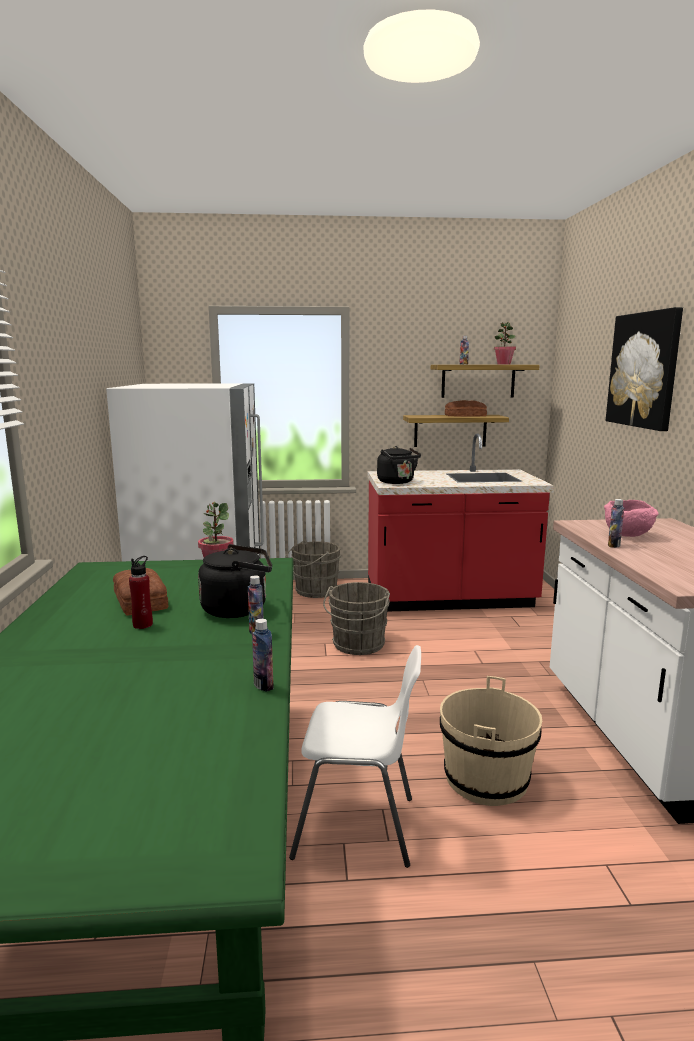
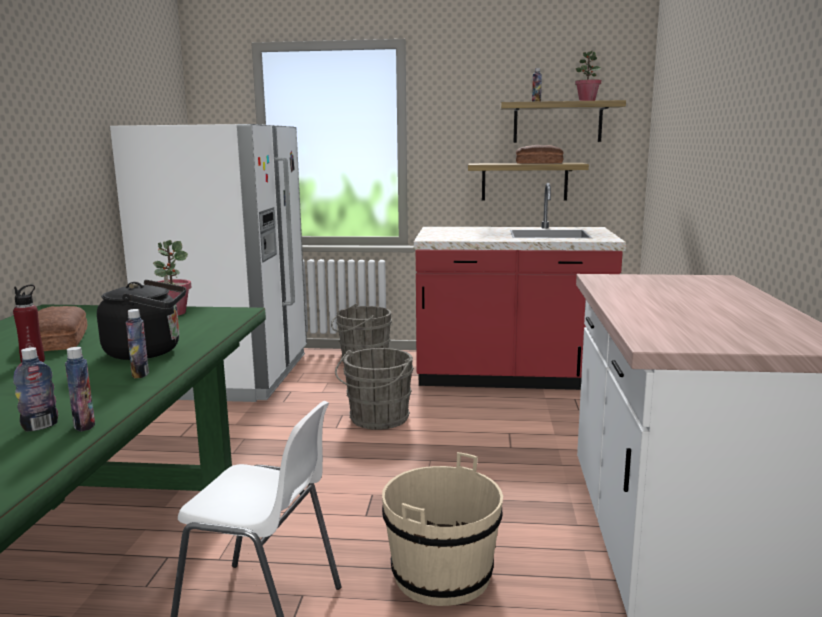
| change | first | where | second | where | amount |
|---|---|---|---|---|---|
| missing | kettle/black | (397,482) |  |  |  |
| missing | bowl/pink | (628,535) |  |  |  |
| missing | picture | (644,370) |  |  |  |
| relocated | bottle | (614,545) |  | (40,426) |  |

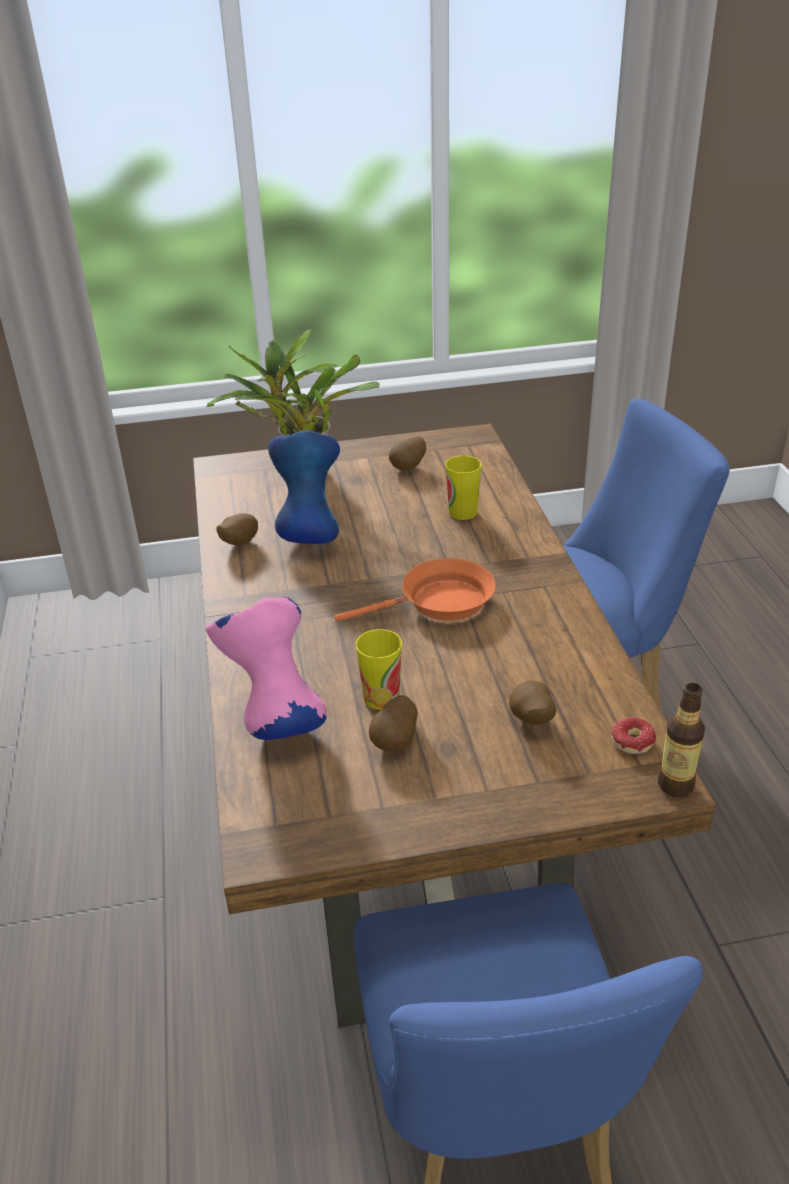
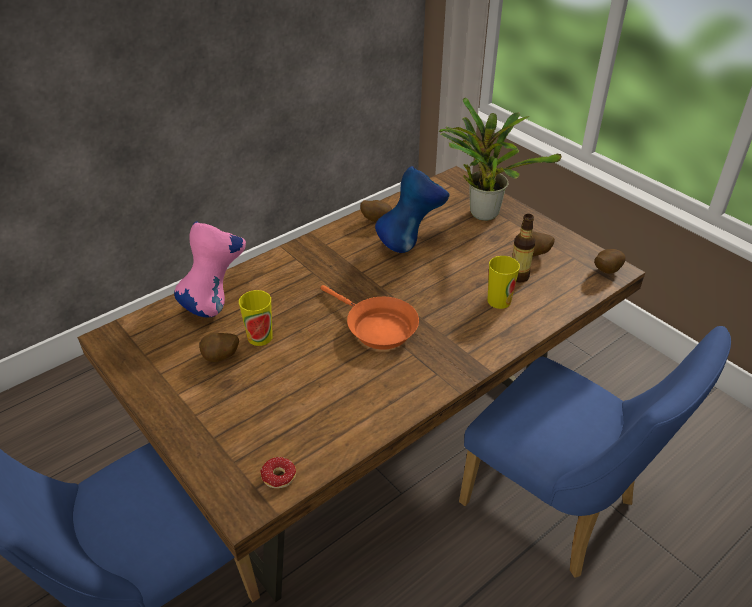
| change | first | where | second | where | amount |
|---|---|---|---|---|---|
| relocated | potato | (530,721) |  | (605,271) |  |
| relocated | bottle | (675,785) |  | (519,276) |  |

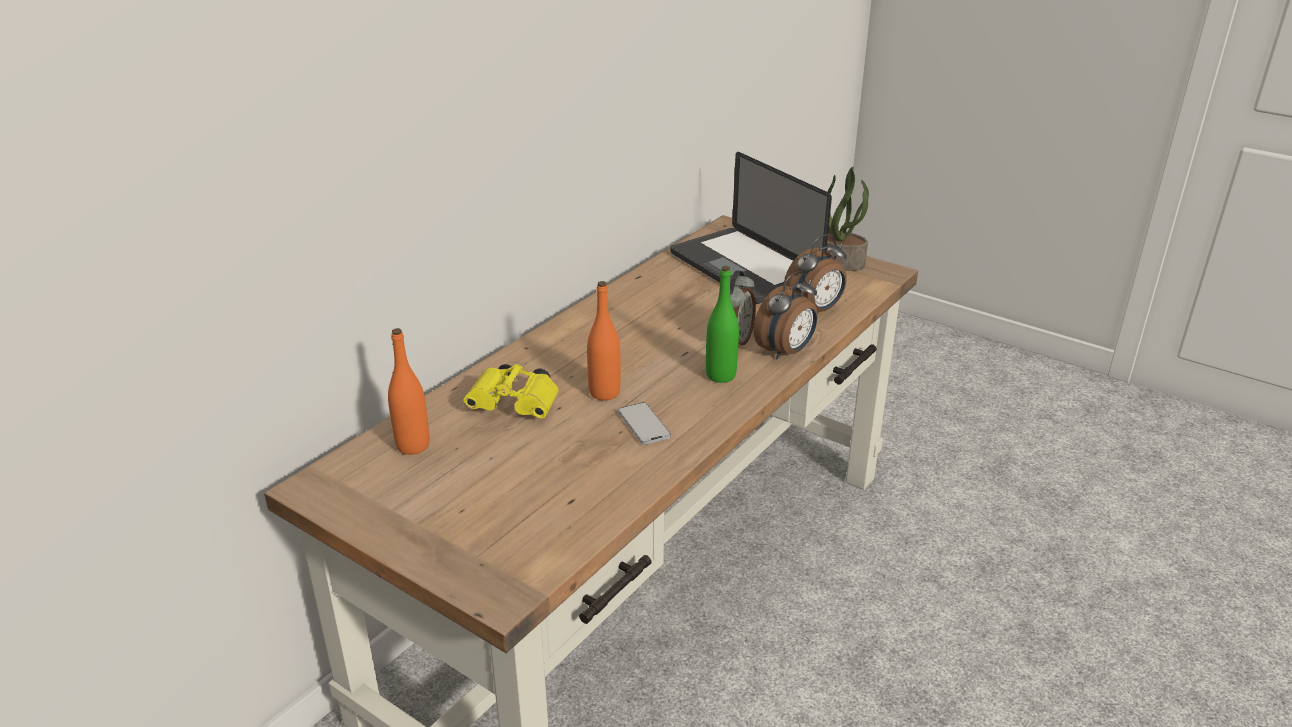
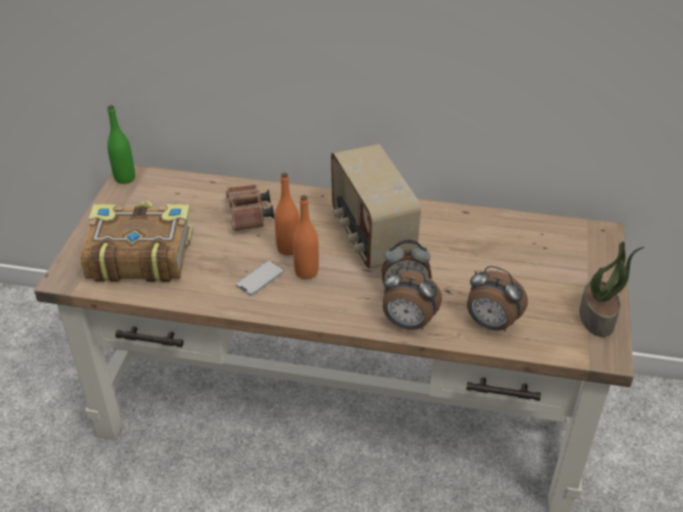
| change | first | where | second | where | amount |
|---|---|---|---|---|---|
| relocated | bottle/orange | (413,446) |  | (306,272) |  |
| colour | binoculars/yellow | (517,406) | binoculars/brown | (249,217) |  |
| missing | laptop | (744,267) |  |  |  |
| relocated | bottle/green | (720,375) |  | (125,178) |  |
| appeared |  |  | book | (138,255) |  |
| appeared |  |  | radio | (371,236) |  |

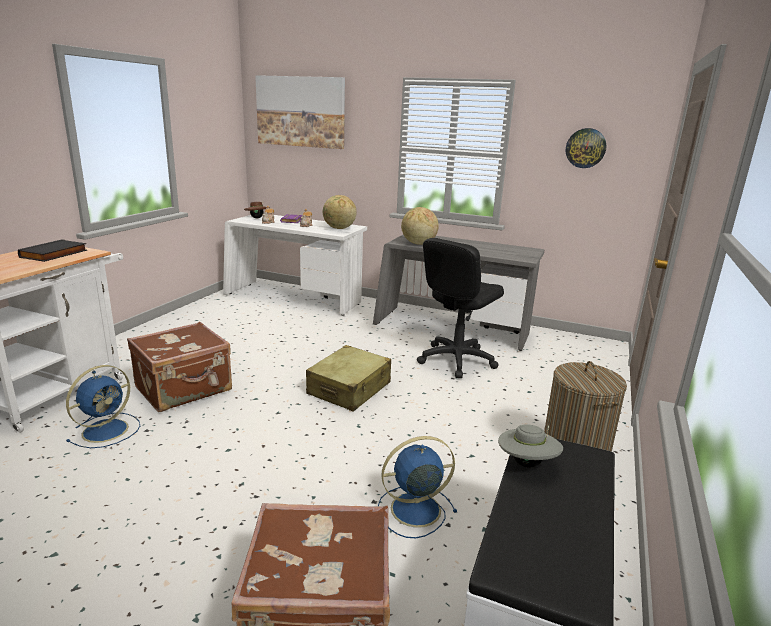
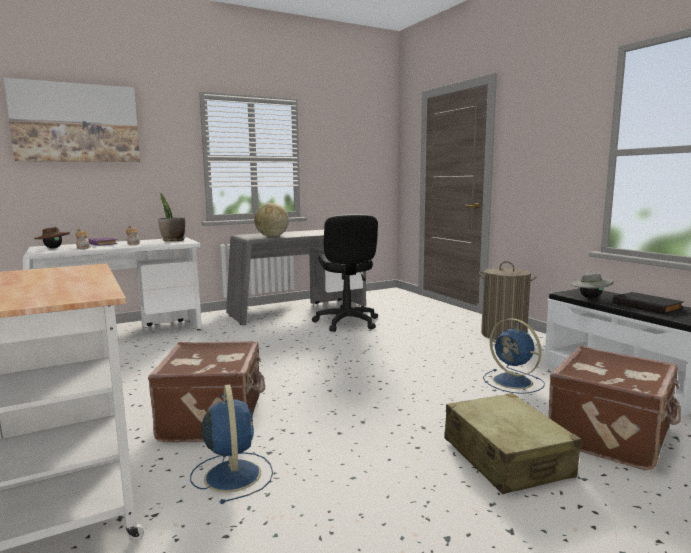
| change | first | where | second | where | amount |
|---|---|---|---|---|---|
| relocated | book/black | (54,254) |  | (648,306) |  |
| relocated | suitcase/beige | (349,389) |  | (506,458) |  |
| exchanged | globe | (339,228) | potted plant | (173,240) |  |
| spun | fan/blue | (413,510) |  | (514,382) | 60 degrees counterclockwise |
| missing | wall clock | (585,148) |  |  |  |

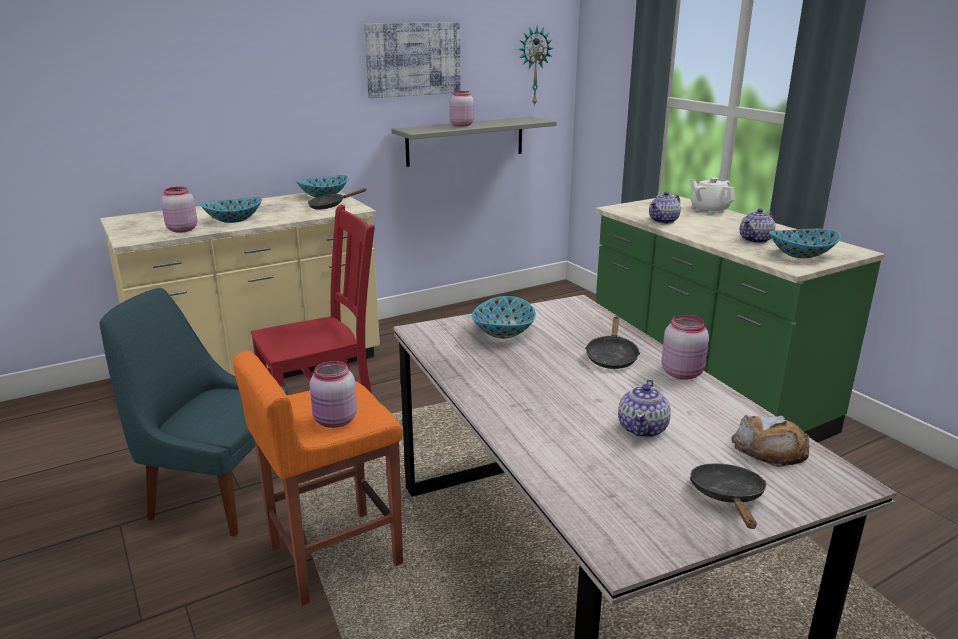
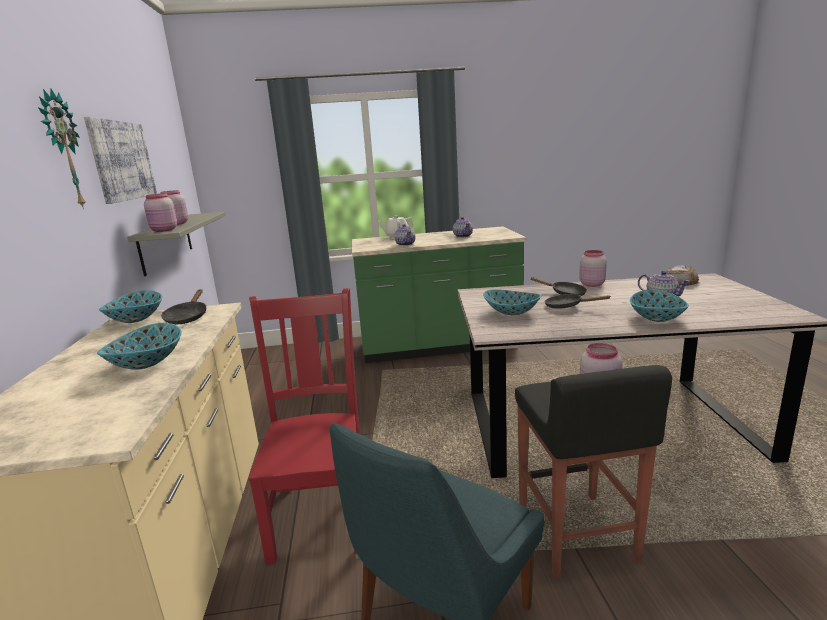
| change | first | where | second | where | amount |
|---|---|---|---|---|---|
| relocated | jar/pink | (181,230) |  | (164,230) |  |
| colour | stool/orange | (333,556) | stool/black | (576,534) |  |
| relocated | wall clock | (533,66) |  | (62,151) |  |
| relocated | frying pan/black | (728,497) |  | (567,306) |  |
| relocated | bowl | (800,255) |  | (656,318) |  |

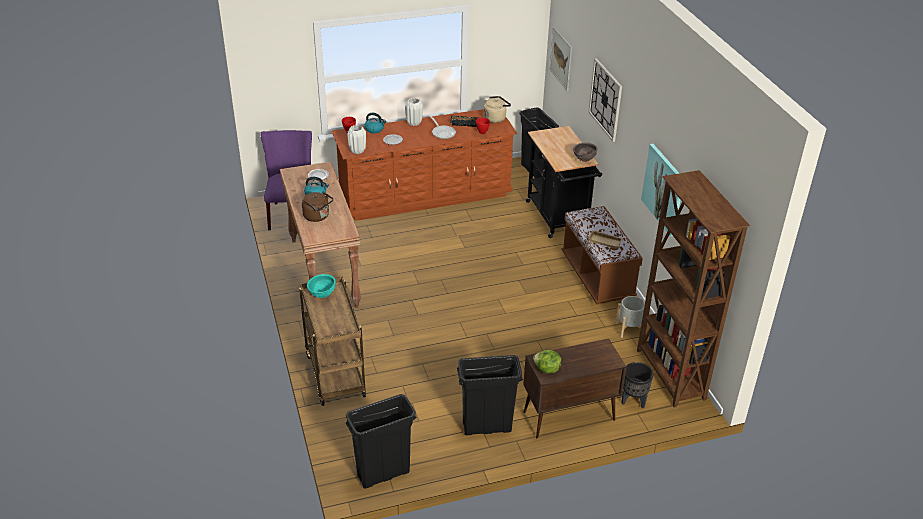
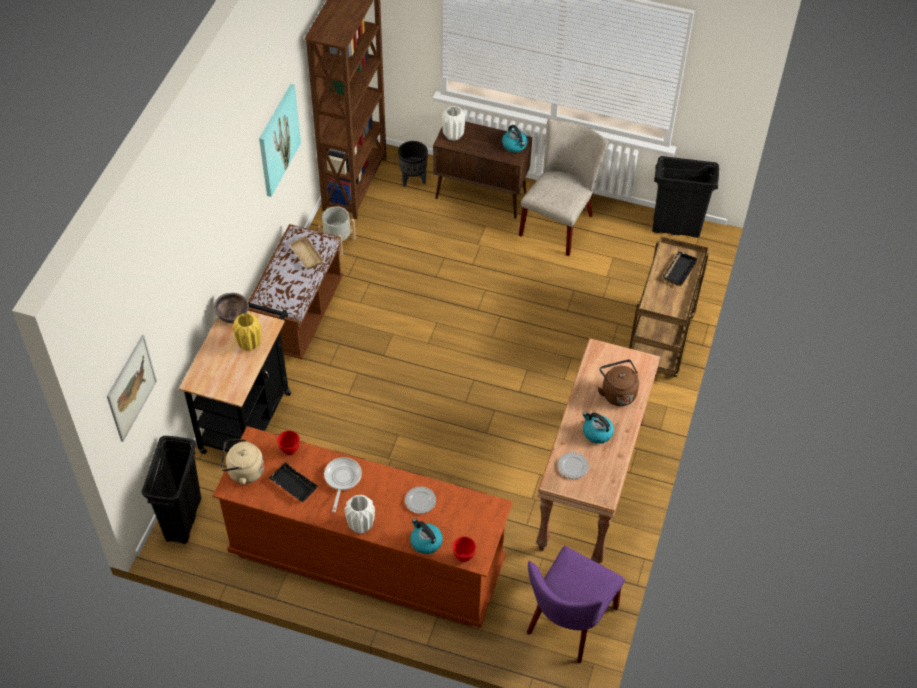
| change | first | where | second | where | amount |
|---|---|---|---|---|---|
| missing | bowl/turquoise | (322,295) |  |  |  |
| relocated | vase/white | (357,151) |  | (453,136) |  |
| exchanged | trash can/black | (486,427) | chair/beige | (559,222) |  |
| exchanged | lettuce | (546,369) | kettle | (515,145) |  |
| missing | wall clock | (605,99) |  |  |  |
| appeared |  |  | vase/yellow | (249,344) |  |
| appeared |  |  | tray/black | (678,270) |  |

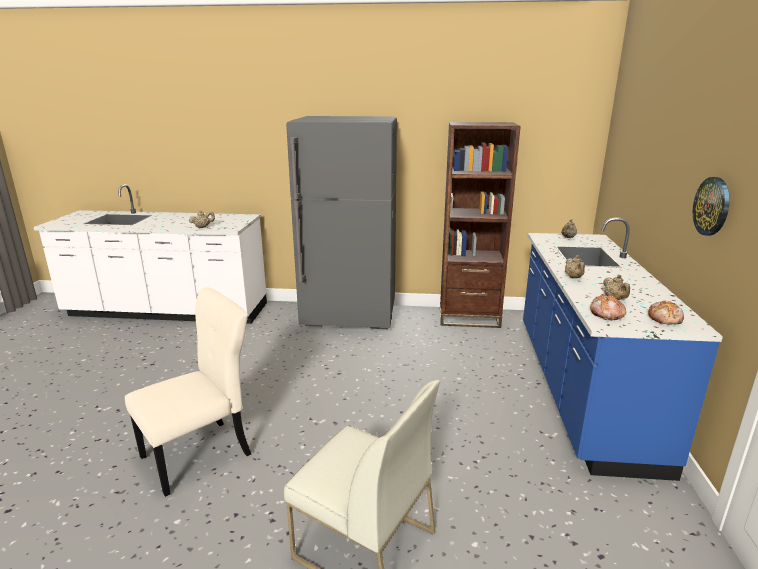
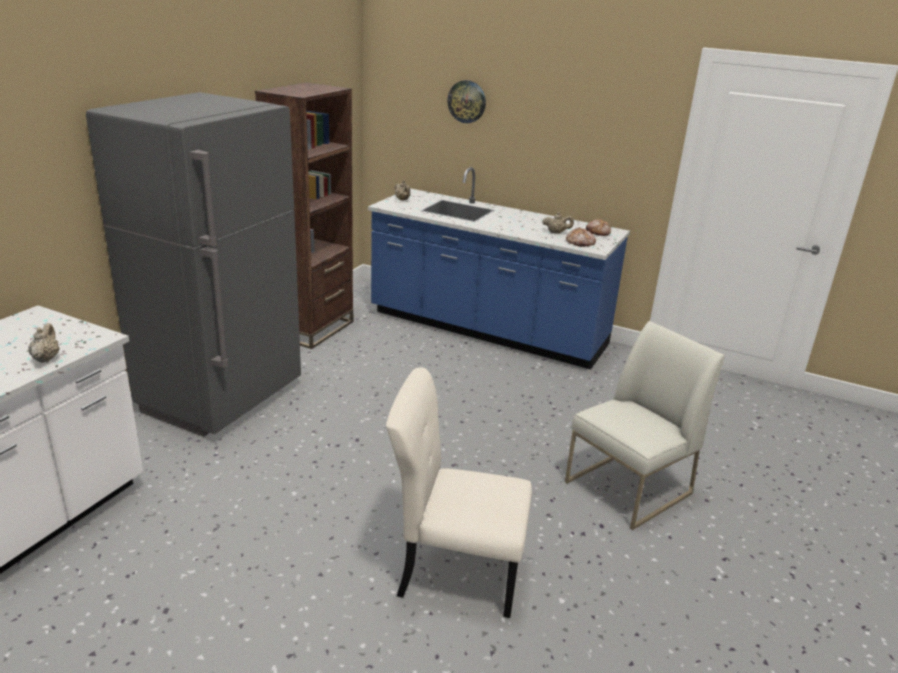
| change | first | where | second | where | amount |
|---|---|---|---|---|---|
| spun | chair/beige | (201,454) |  | (454,572) | 60 degrees counterclockwise |
| missing | teapot/beige | (574,277) |  |  |  |
| relocated | wall clock | (712,206) |  | (467,101) |  |

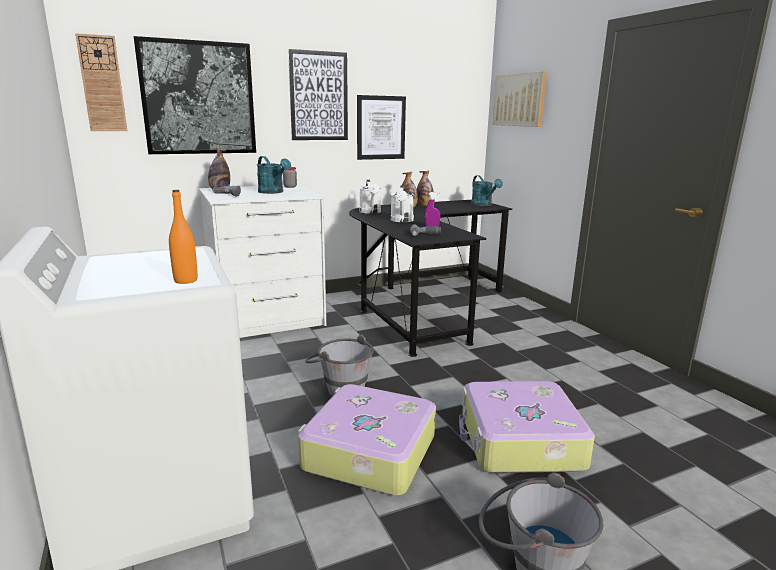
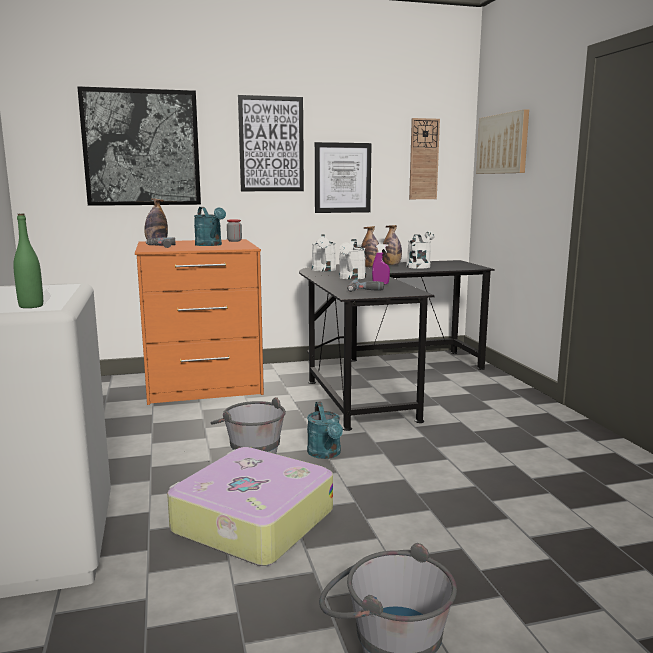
| change | first | where | second | where | amount |
|---|---|---|---|---|---|
| relocated | wall clock | (102,84) |  | (423,159) |  |
| colour | bottle/orange | (186,280) | bottle/green | (31,306) |  |
| colour | dresser/white | (267,318) | dresser/orange | (203,384) |  |
| missing | suitcase | (519,441) |  |  |  |
| relocated | watering can/turquoise | (484,205) |  | (326,454) |  |
| appeared |  |  | watering can/white | (419,266) |  |

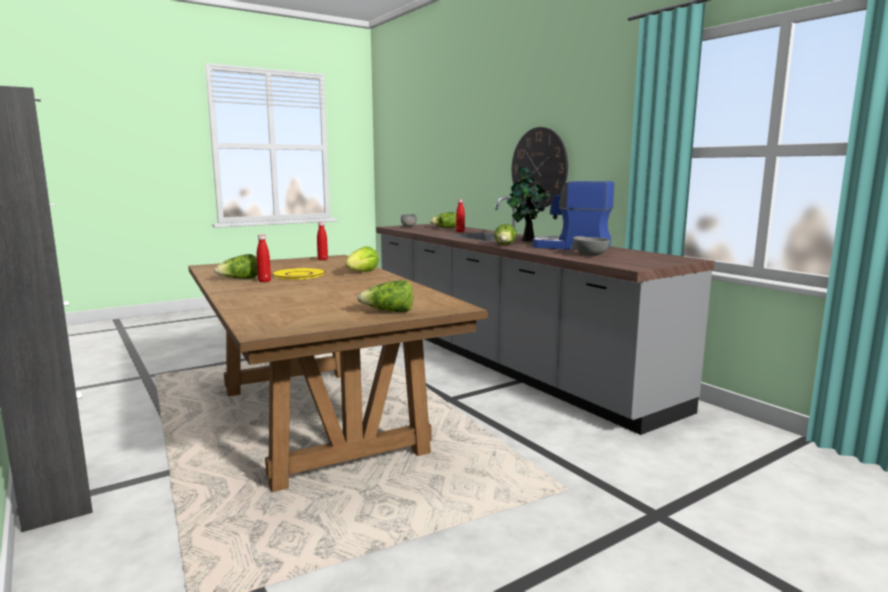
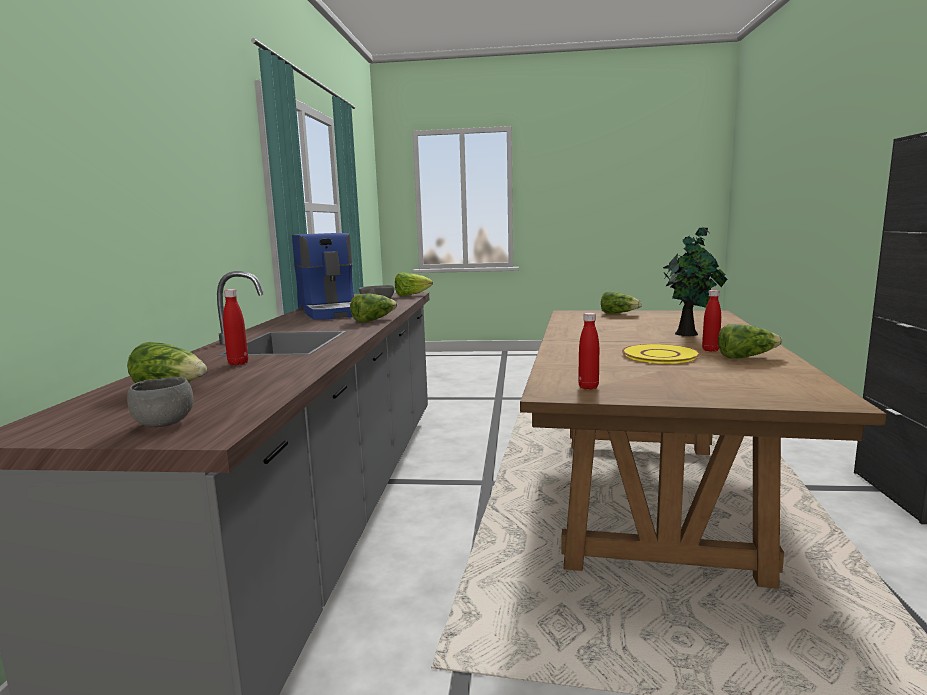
| change | first | where | second | where | amount |
|---|---|---|---|---|---|
| relocated | lettuce | (361,273) |  | (411,295) |  |
| relocated | potted plant | (527,240) |  | (688,334) |  |
| missing | wall clock | (539,168) |  |  |  |

